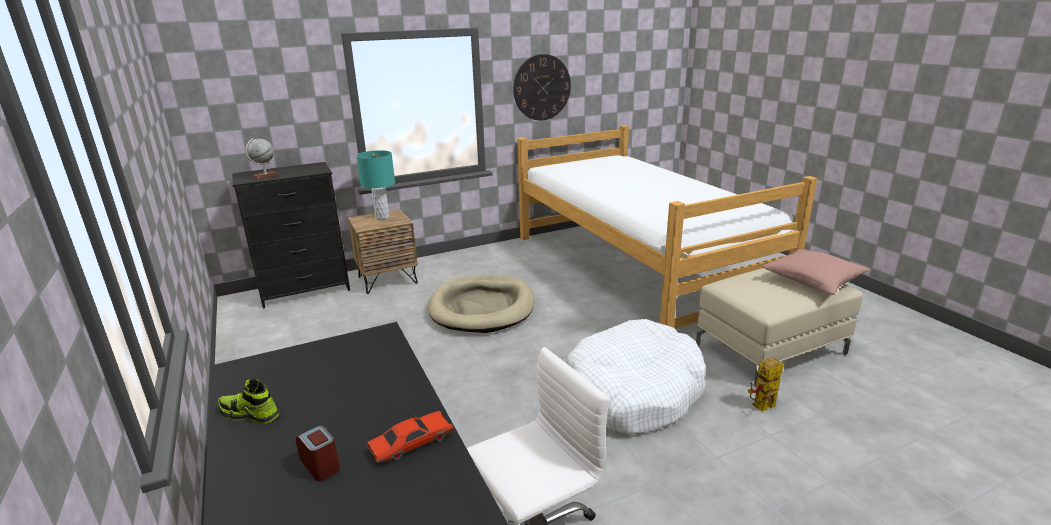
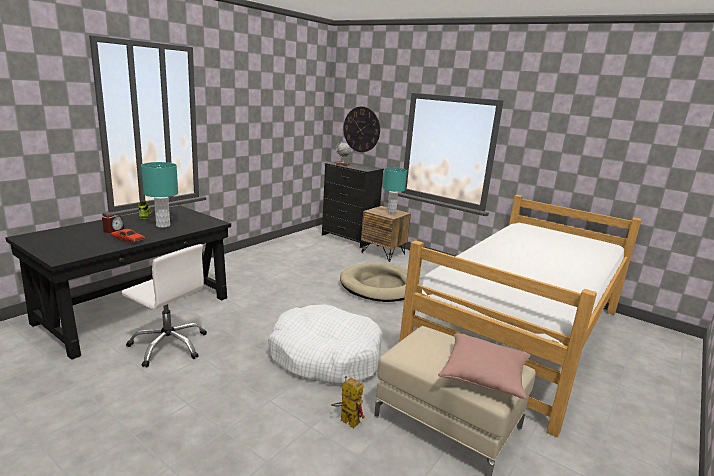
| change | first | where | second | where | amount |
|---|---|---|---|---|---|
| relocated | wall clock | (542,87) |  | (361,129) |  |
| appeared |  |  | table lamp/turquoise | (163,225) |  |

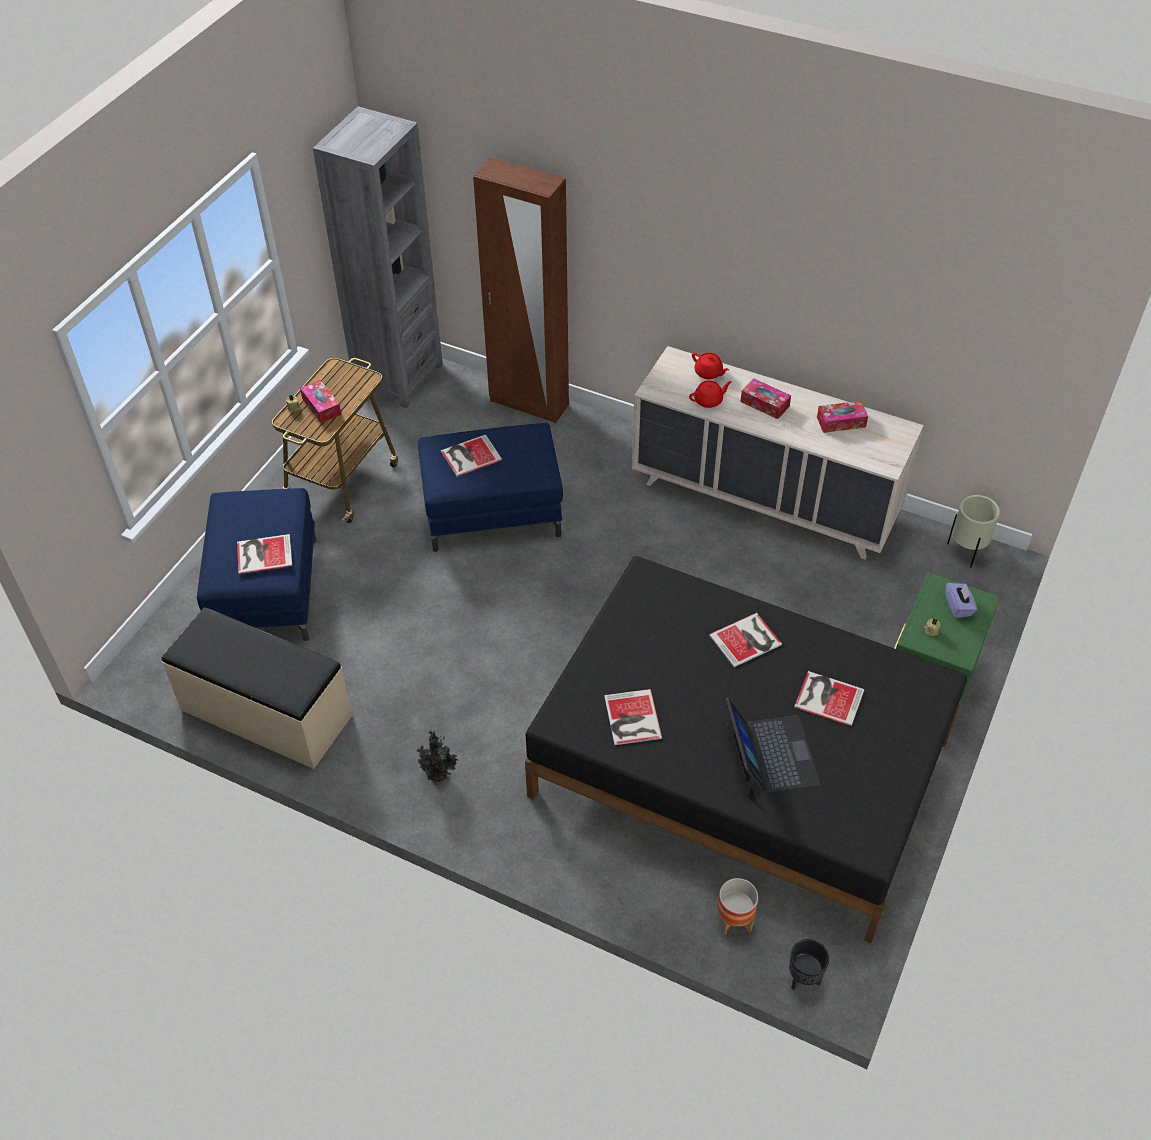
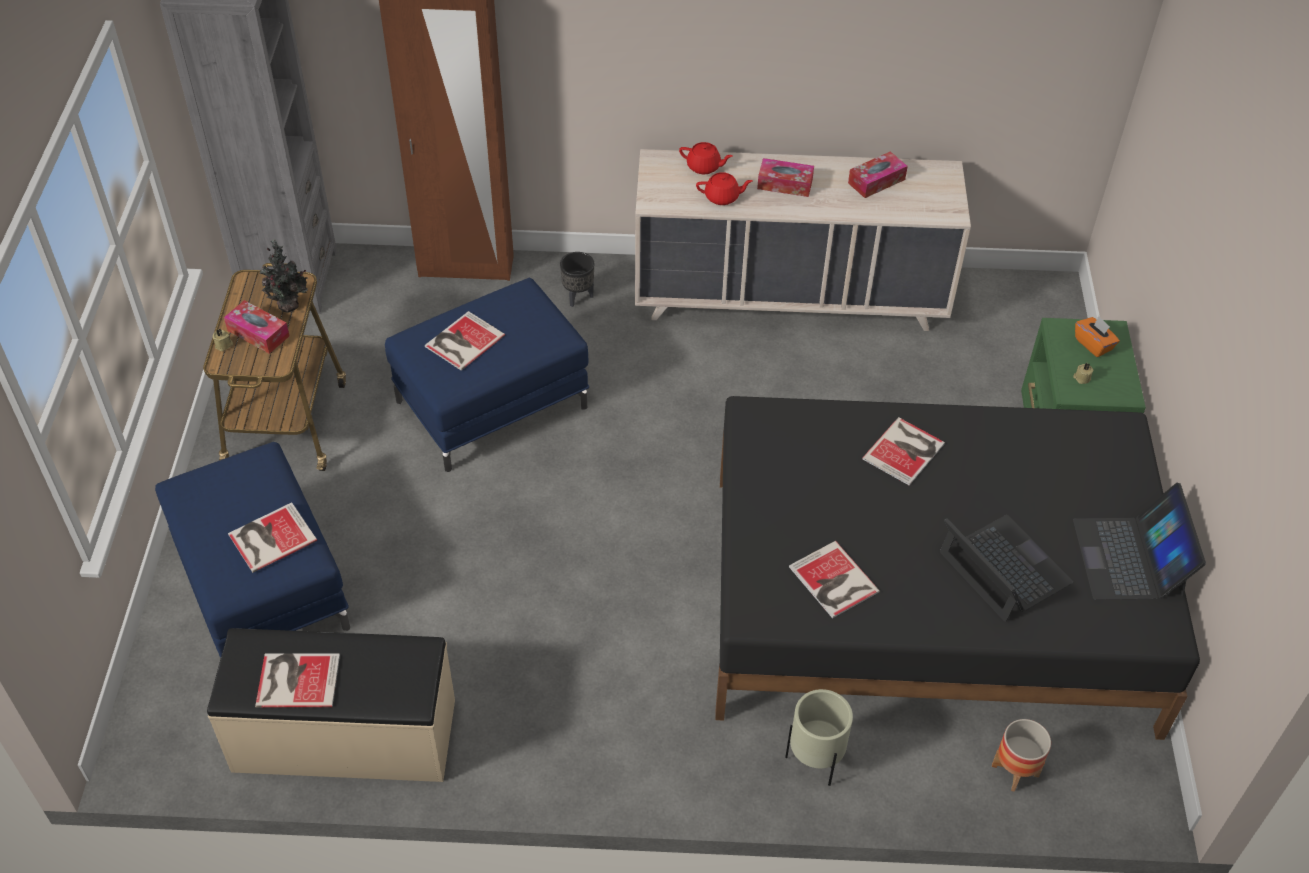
| change | first | where | second | where | amount |
|---|---|---|---|---|---|
| relocated | potted plant | (438,776) |  | (290,307) |  |
| spun | teapot/red | (709,400) |  | (722,197) | 45 degrees clockwise |
| relocated | planter/black | (803,978) |  | (578,296) |  |
| relocated | book | (827,697) |  | (296,679) |  |
| colour | tissue box/purple | (958,607) | tissue box/orange | (1093,344) |  |
| relocated | planter/beige | (966,552) |  | (815,761) |  |
| appeared |  |  | laptop | (1129,558) |  |

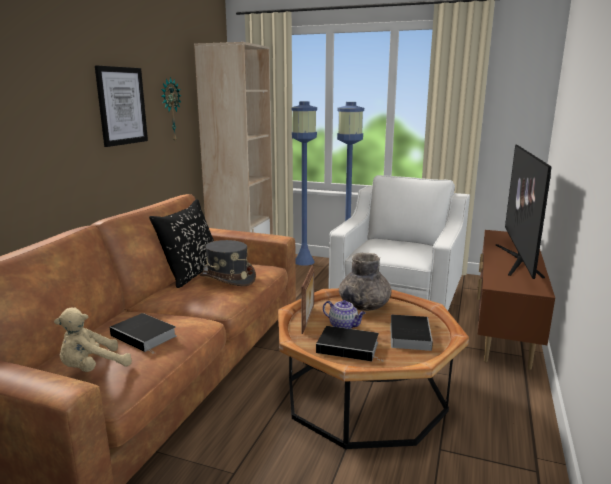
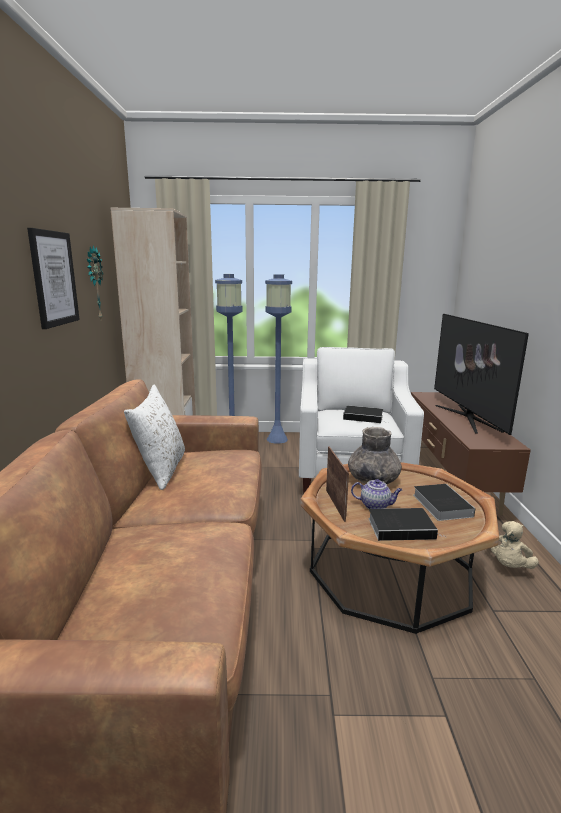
| change | first | where | second | where | amount |
|---|---|---|---|---|---|
| relocated | plush toy/beige | (92,368) |  | (508,566) |  |
| relocated | book | (145,336) |  | (364,417) |  |
| colour | pillow/black | (191,273) | pillow/white | (161,469) |  |
| missing | hat/grey | (227,278) |  |  |  |

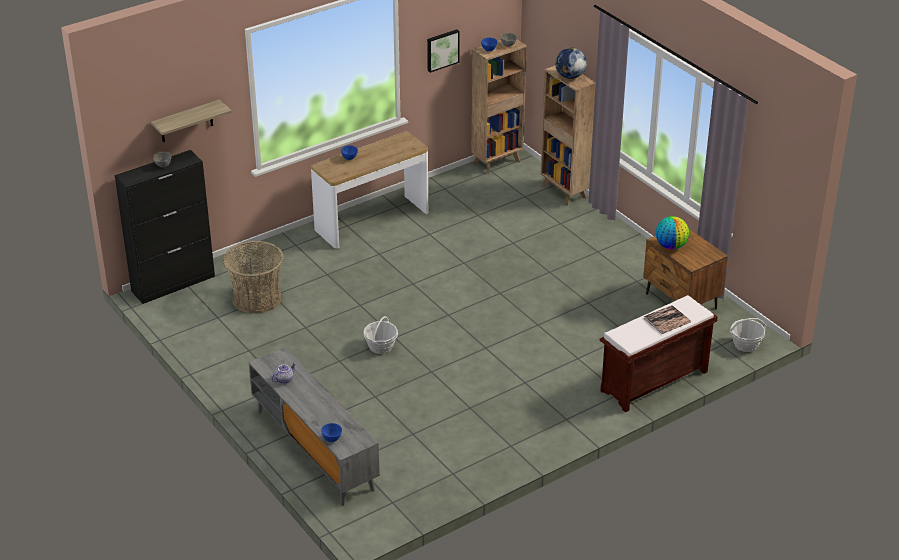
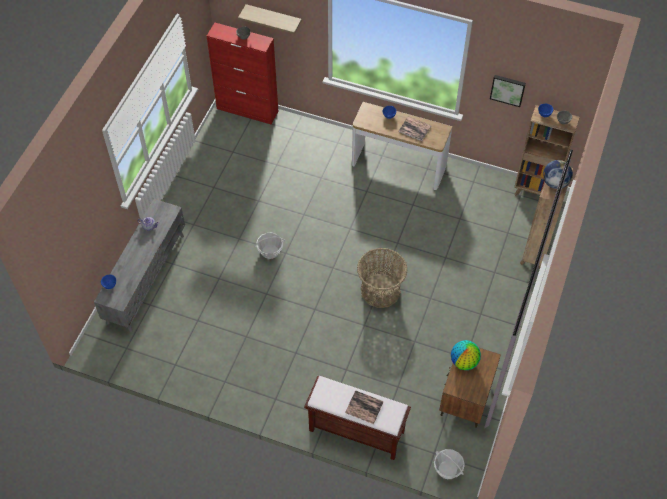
| change | first | where | second | where | amount |
|---|---|---|---|---|---|
| colour | cabinet/black | (173,283) | cabinet/red | (247,110) |  |
| relocated | basket | (256,299) |  | (380,290) |  |
| appeared |  |  | book | (414,129) |  |

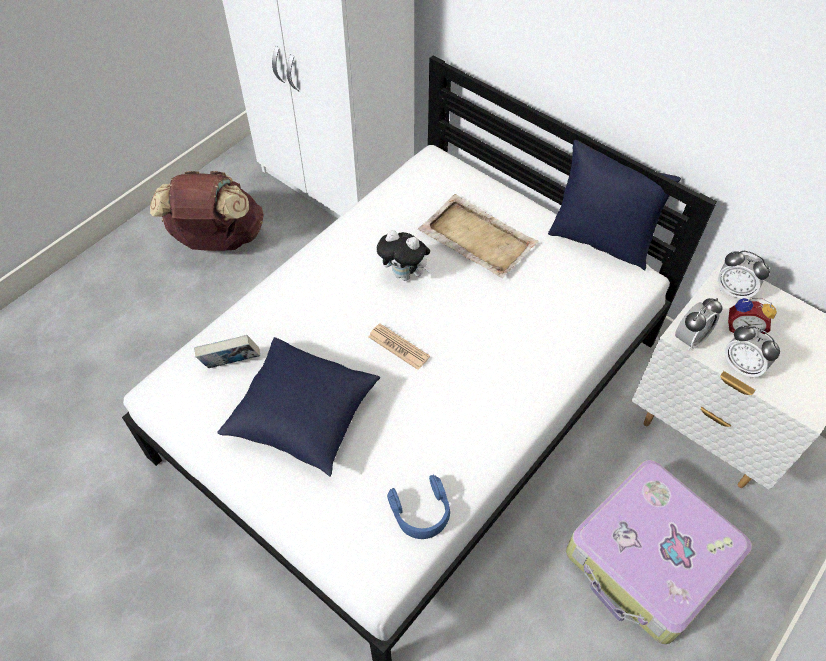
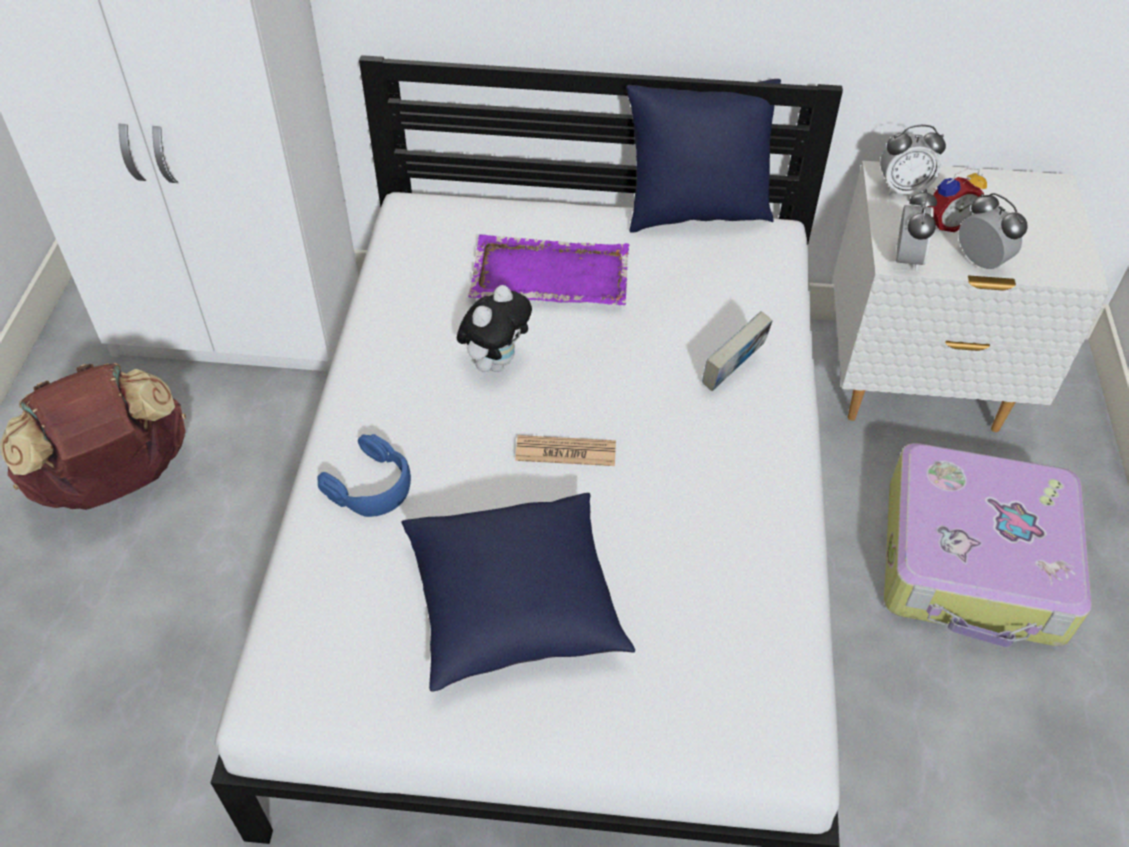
| change | first | where | second | where | amount |
|---|---|---|---|---|---|
| relocated | book | (232,364) |  | (732,373) |  |
| spun | plush toy | (405,275) |  | (496,362) | 45 degrees counterclockwise |
| relocated | headphones/blue | (421,512) |  | (371,485) |  |
| colour | tray/beige | (476,238) | tray/purple | (548,275) |  |
| spun | alarm clock | (742,366) |  | (981,261) | 135 degrees counterclockwise |

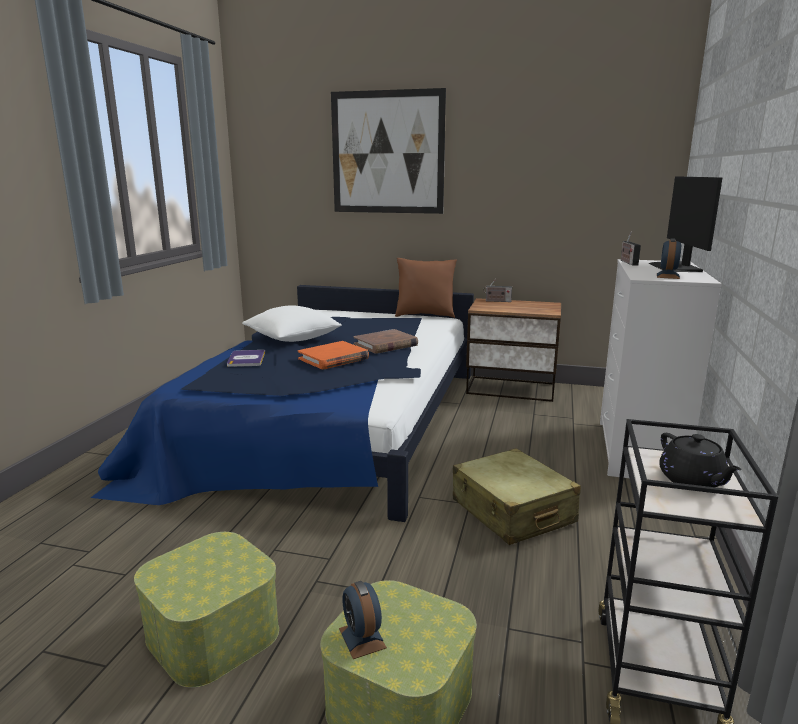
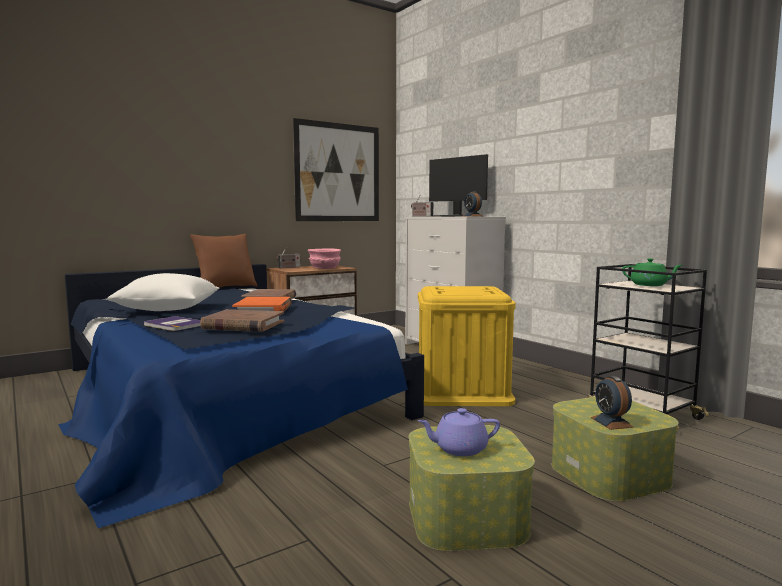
| change | first | where | second | where | amount |
|---|---|---|---|---|---|
| relocated | picture | (387,153) |  | (338,172) |  |
| spun | alarm clock | (362,638) |  | (611,422) | 60 degrees clockwise |
| exchanged | suitcase/beige | (512,511) | storage box/yellow | (462,390) |  |
| colour | teapot/black | (692,481) | teapot/green | (650,285) |  |
| appeared |  |  | book/brown | (243,325) |  |
| appeared |  |  | bowl/pink | (325,267) |  |
| appeared |  |  | teapot/purple | (459,449) |  |

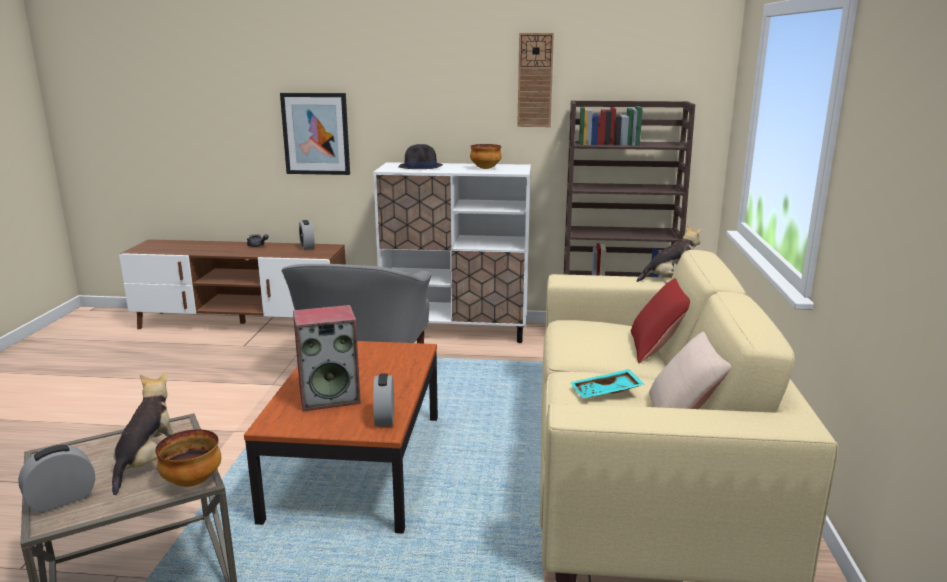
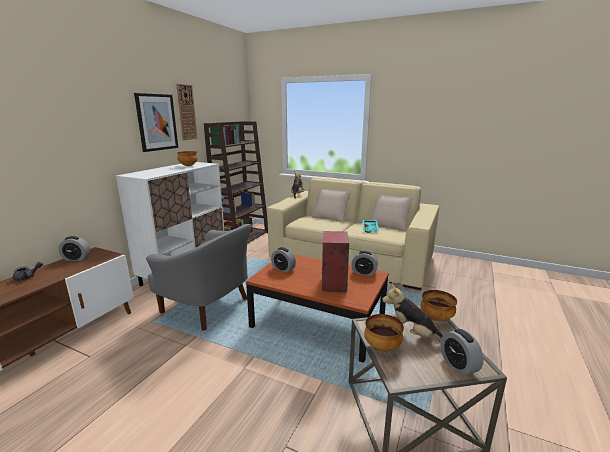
| change | first | where | second | where | amount |
|---|---|---|---|---|---|
| relocated | picture | (316,134) |  | (157,122) |  |
| missing | hat/black | (421,167) |  |  |  |
| colour | pillow/red | (658,348) | pillow/beige | (331,217) |  |
| appeared |  |  | alarm clock | (283,269) |  |
| appeared |  |  | bowl | (381,347) |  |

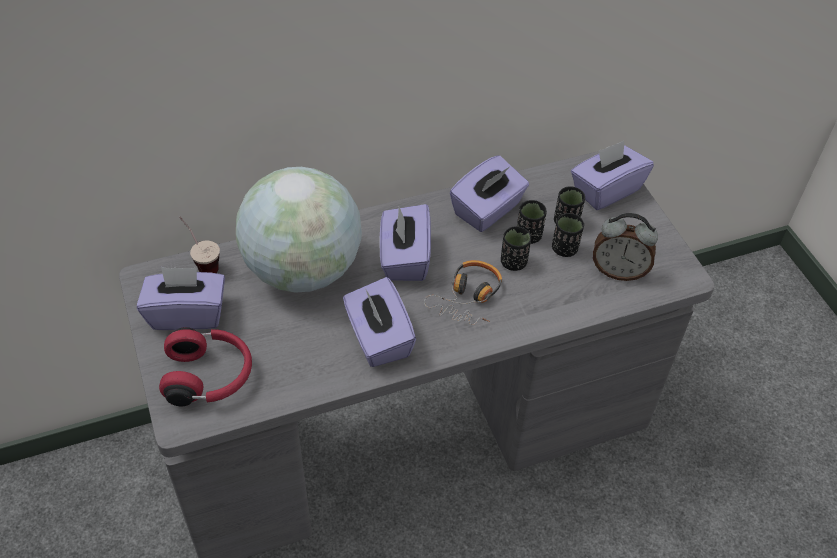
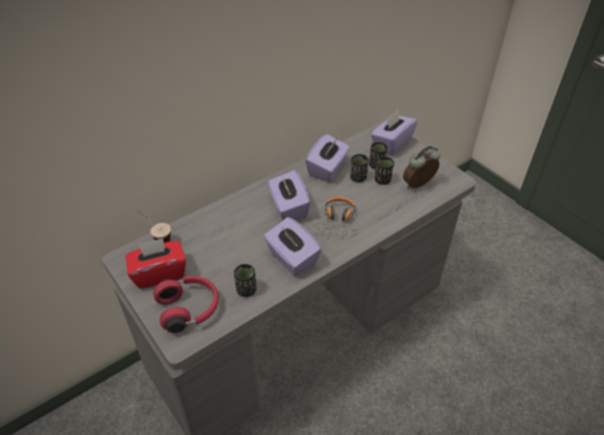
| change | first | where | second | where | amount |
|---|---|---|---|---|---|
| colour | tissue box/purple | (187,313) | tissue box/red | (159,273) |  |
| missing | globe | (303,270) |  |  |  |
| relocated | cup/black | (513,262) |  | (246,290) |  |
| spun | alarm clock | (618,271) |  | (419,185) | 150 degrees clockwise |

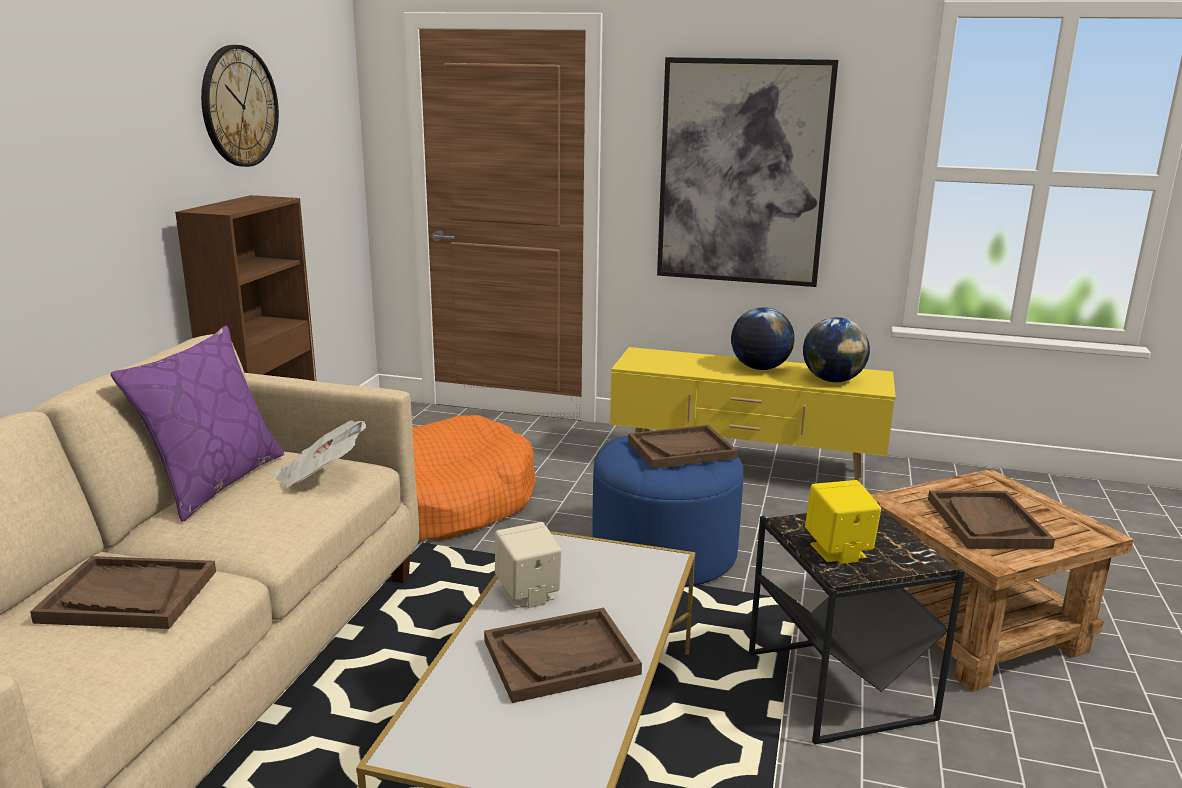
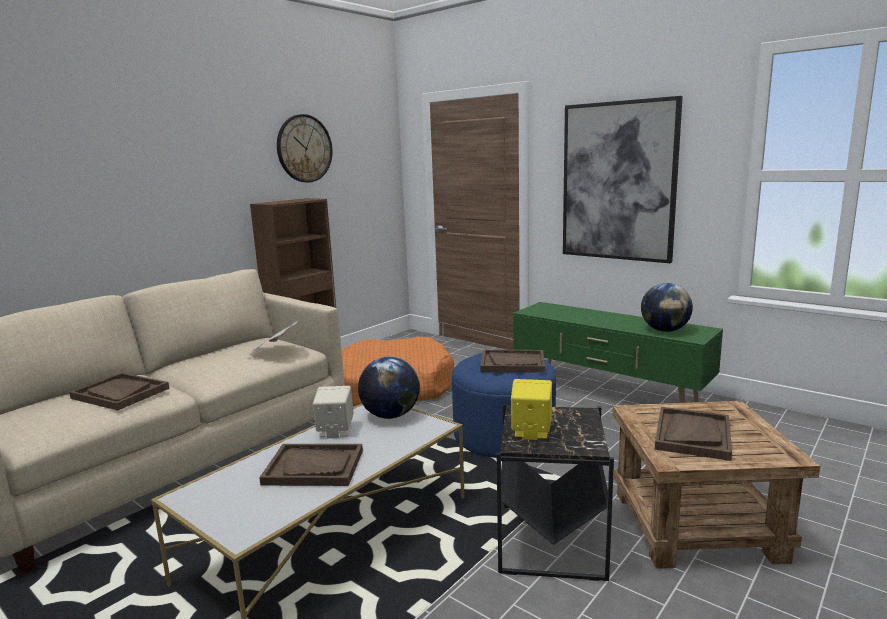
| change | first | where | second | where | amount |
|---|---|---|---|---|---|
| missing | pillow/purple | (214,482) |  |  |  |
| colour | tv stand/yellow | (745,468) | tv stand/green | (608,392) |  |
| relocated | globe | (760,368) |  | (390,415) |  |

